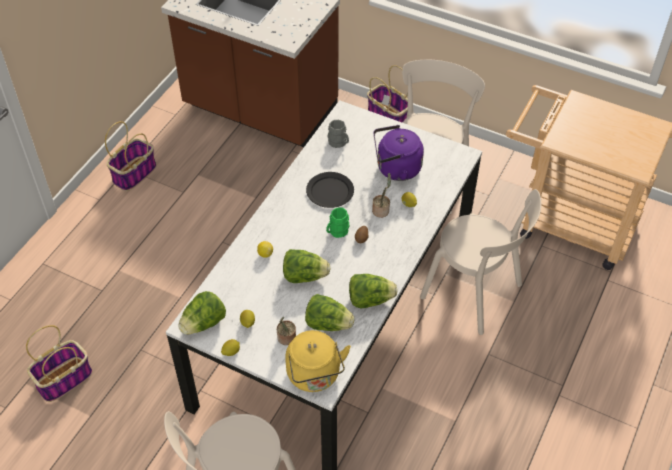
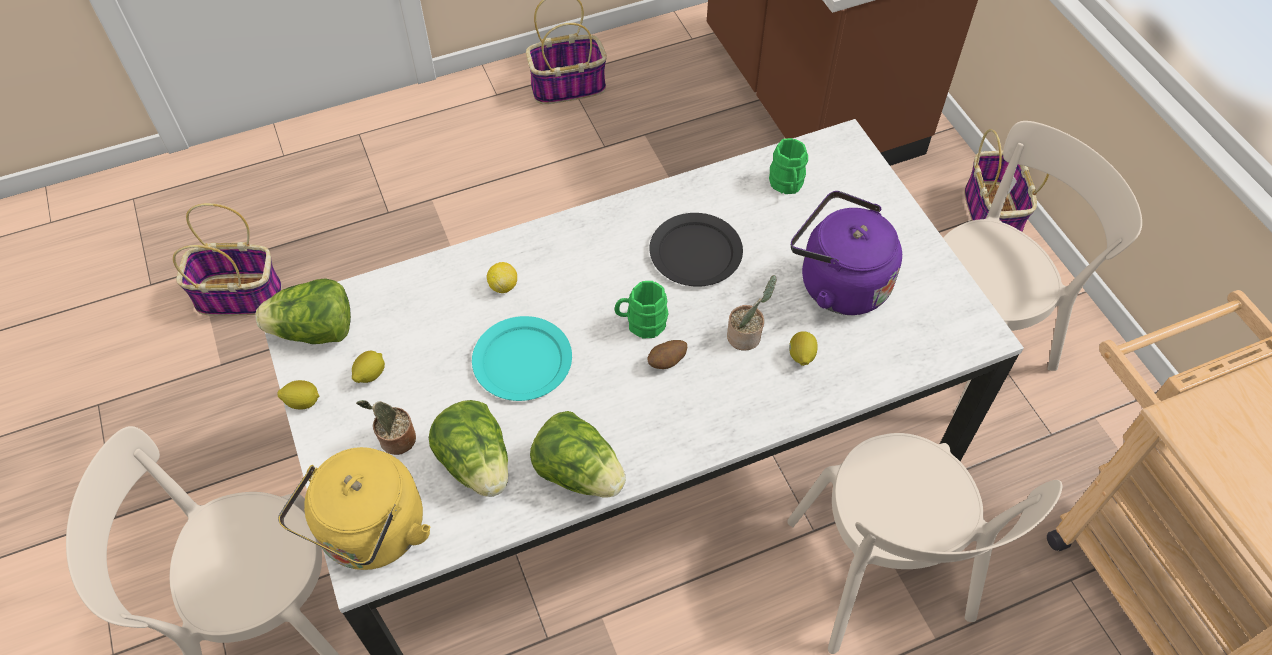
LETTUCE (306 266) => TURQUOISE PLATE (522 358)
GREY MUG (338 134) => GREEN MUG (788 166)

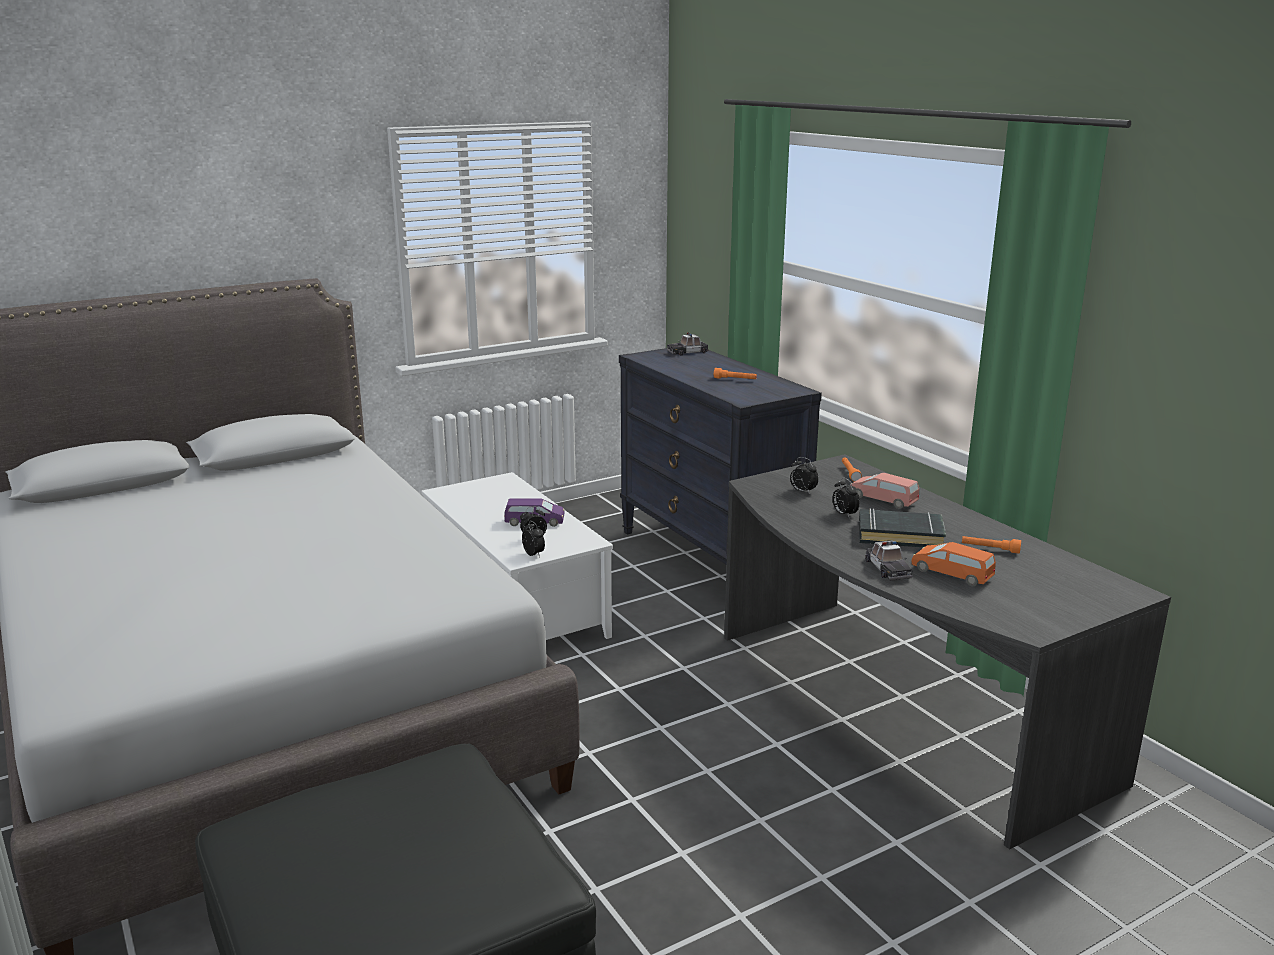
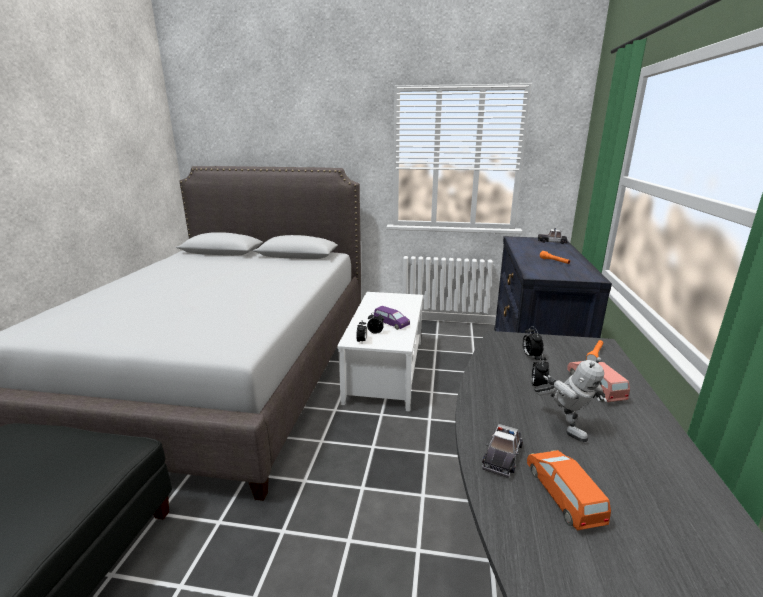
ORANGE FLASHLIGHT (991 544) => nothing
BLACK BOOK (902 527) => TOY ROBOT (570 399)

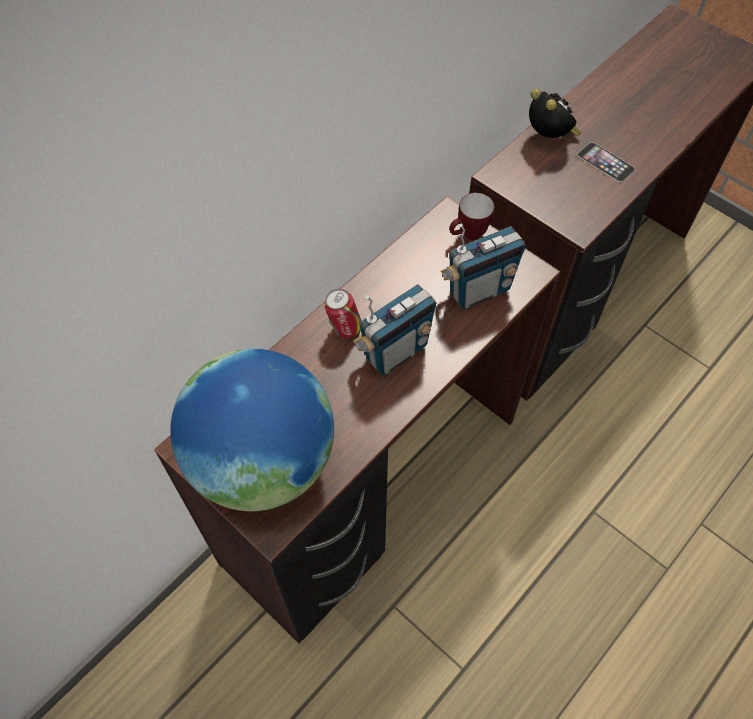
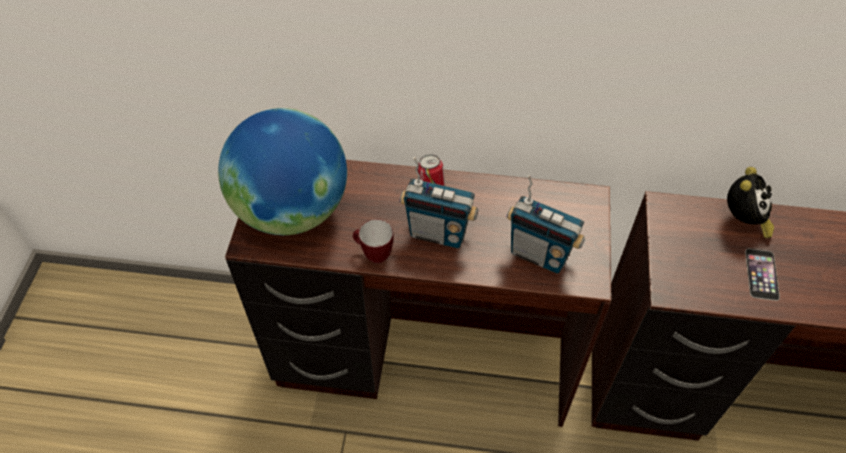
MUG (471 216) => MUG (373 241), moved

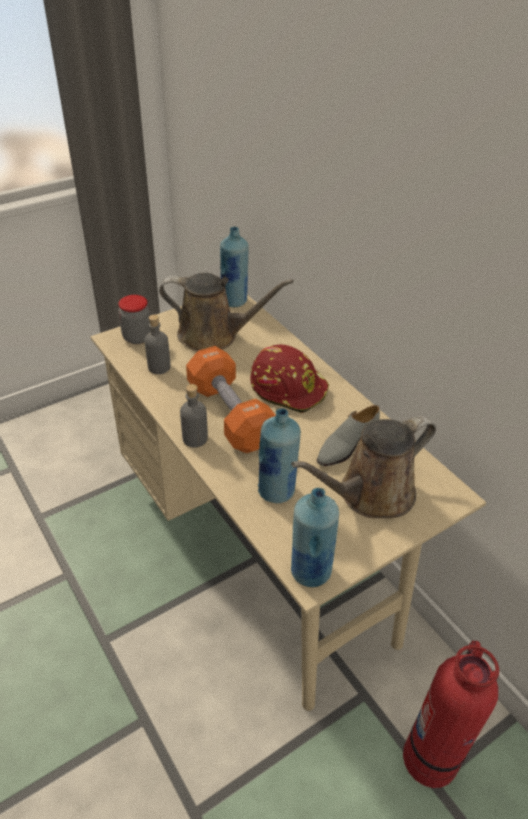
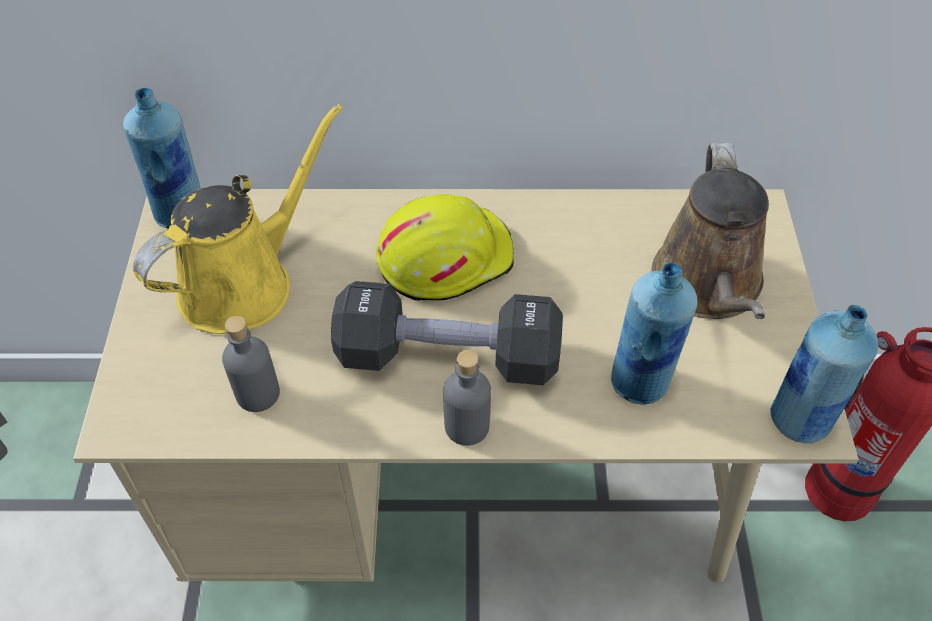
JAR (134 319) => nothing
GREY SHOE (348 435) => nothing
BROWN WATERING CAN (226 312) => YELLOW WATERING CAN (238 219)
ORANGE DUMBBELL (231 399) => BLACK DUMBBELL (447 333)
RED HARD HAT (289 379) => YELLOW HARD HAT (445 247)

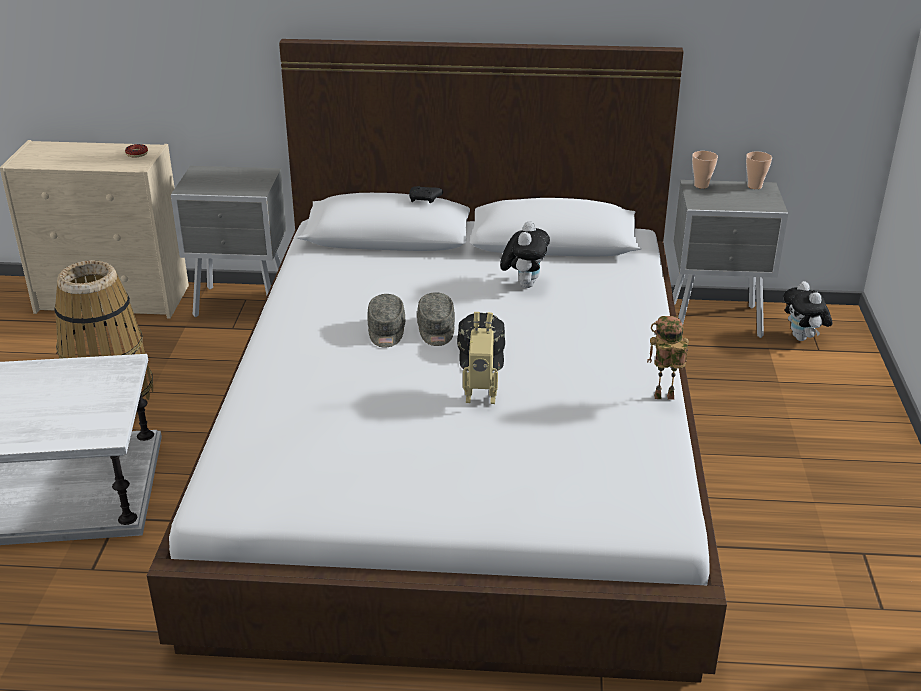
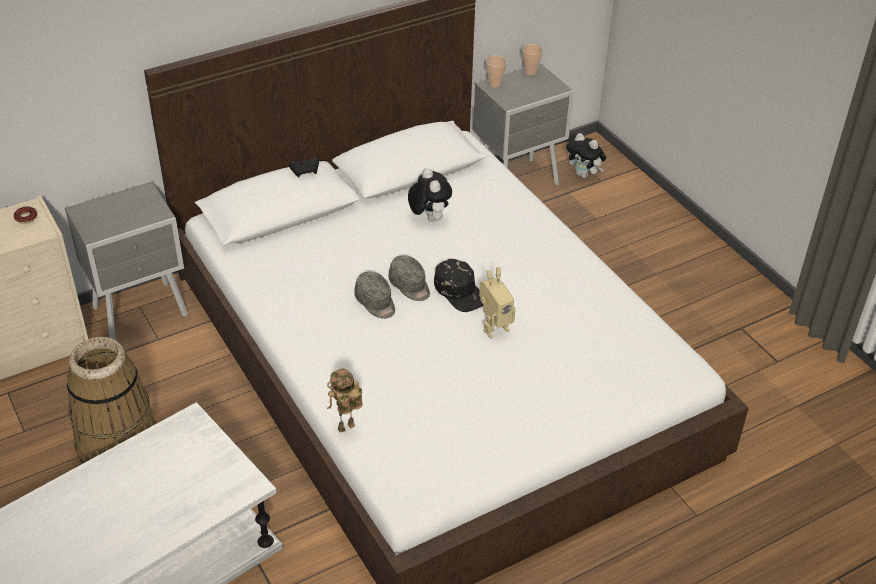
TOY ROBOT (668 358) => TOY ROBOT (345 401), moved

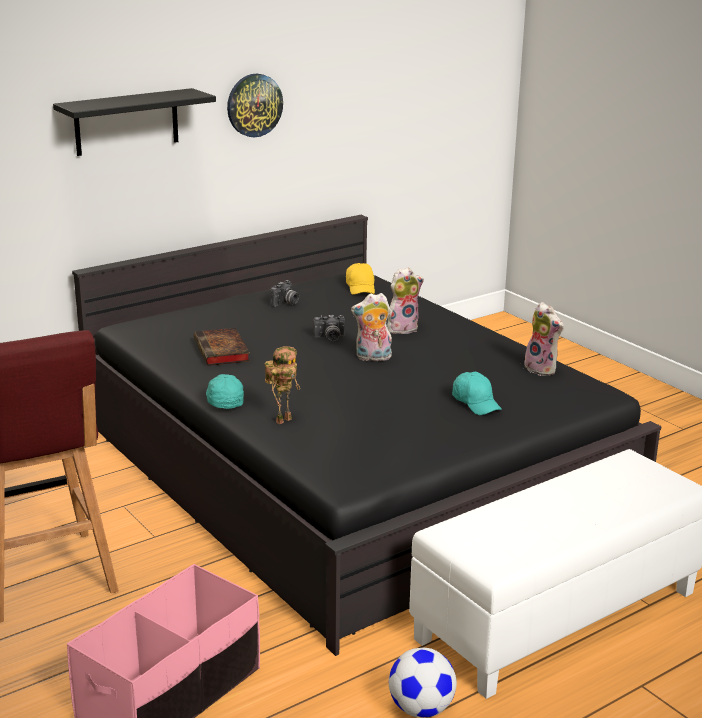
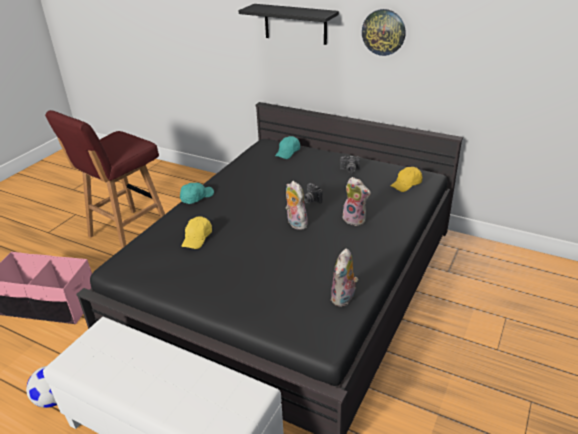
BOOK (222 347) => nothing
TOY ROBOT (282 385) => nothing
nothing => YELLOW CAP (197 232)
TURQUOISE CAP (477 393) => TURQUOISE CAP (287 147), moved

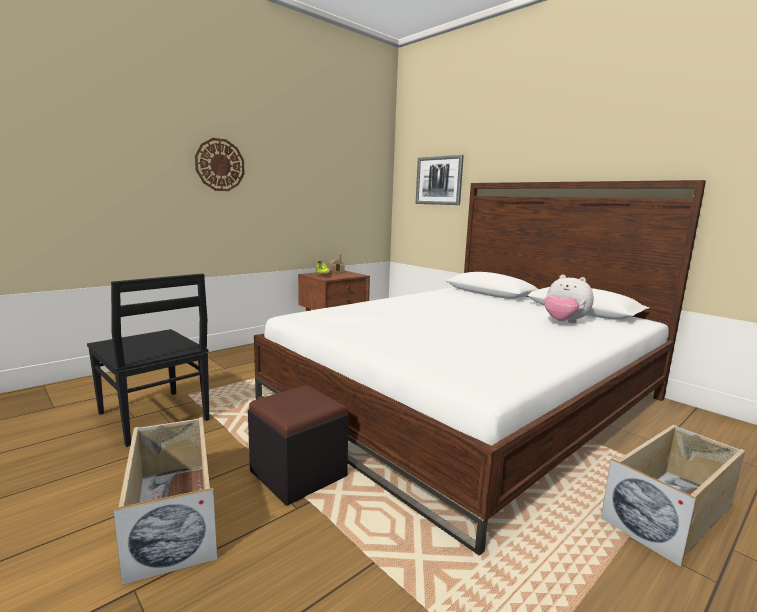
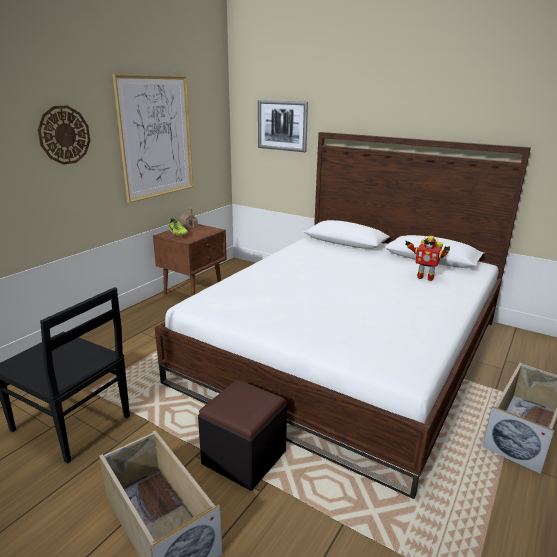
nothing => PICTURE (152 138)
PLUSH TOY (569 299) => TOY ROBOT (427 258)

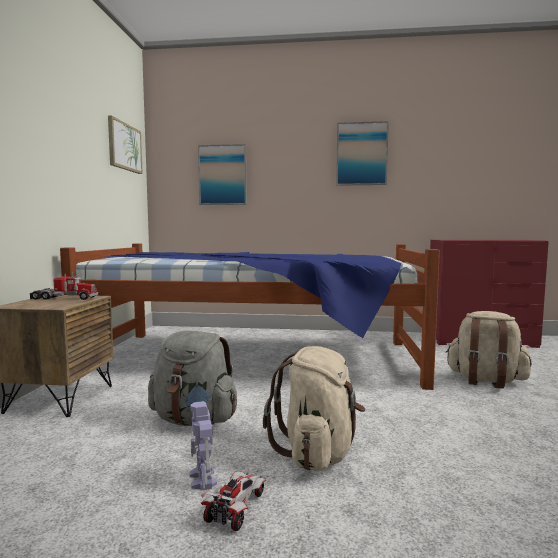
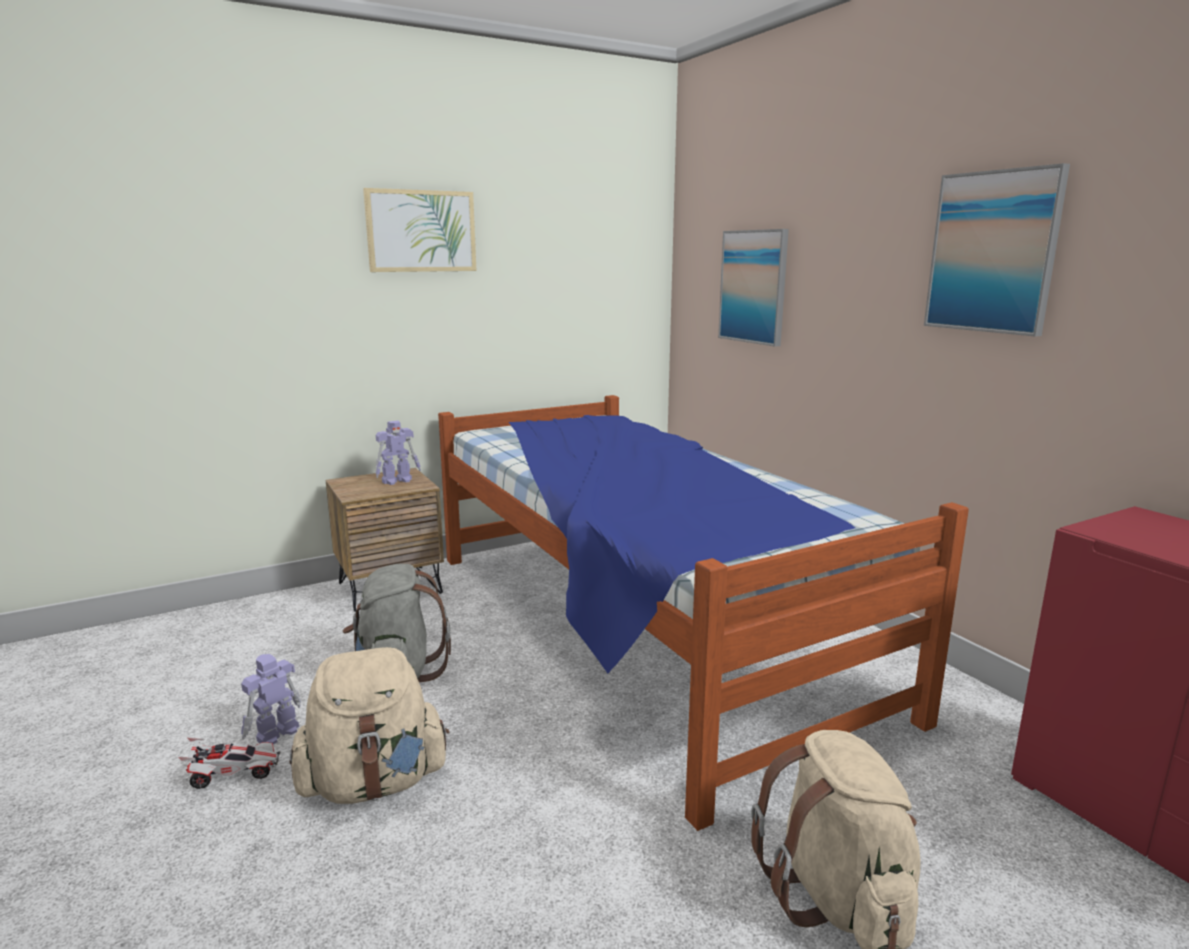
PICTURE (125 144) => PICTURE (420 230), moved
TOY TRUCK (64 286) => TOY ROBOT (398 453)

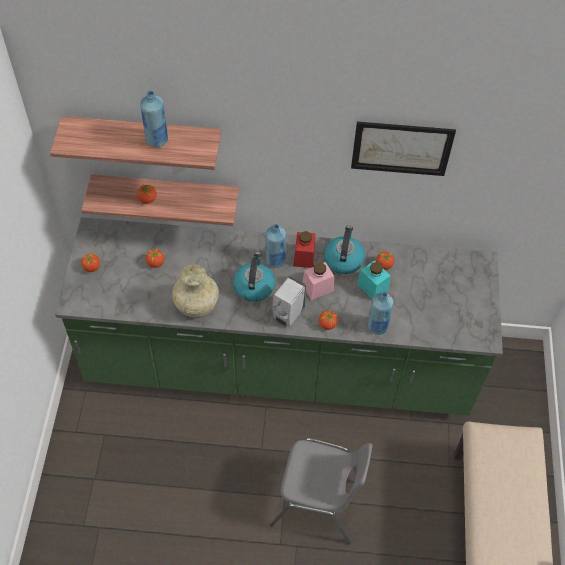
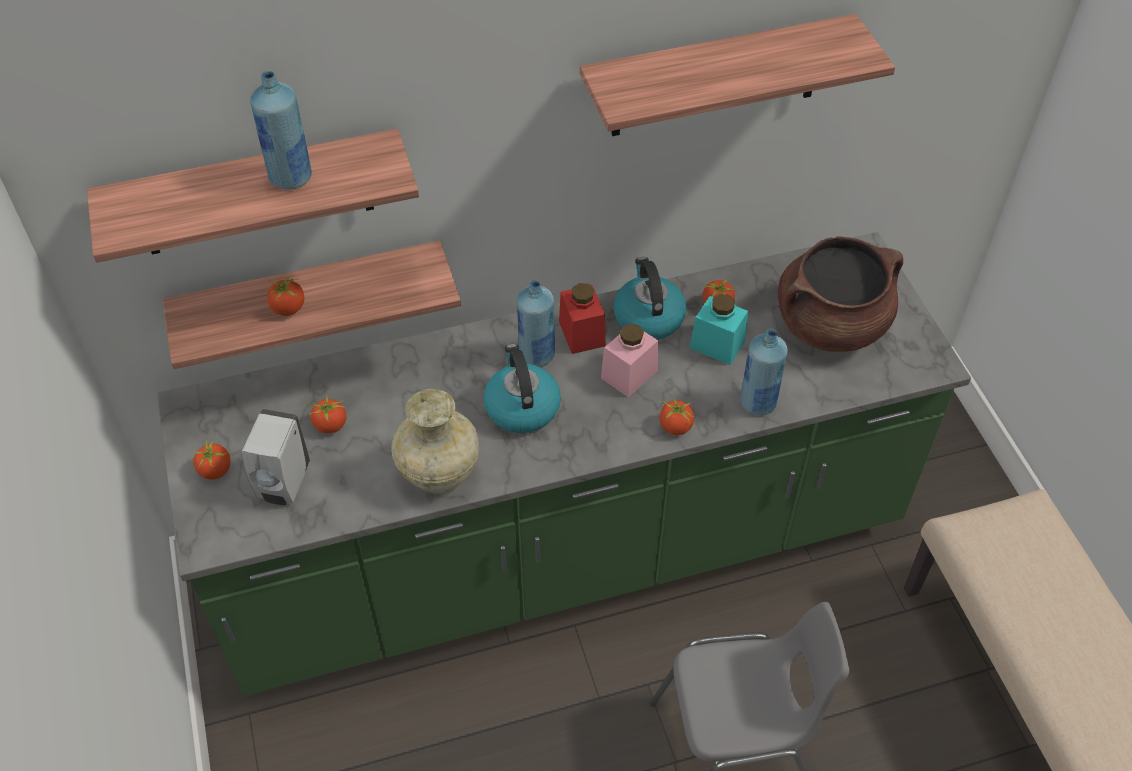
nothing => BROWN COOKING POT (840 294)
WHITE SOAP DISPENSER (289 301) => WHITE SOAP DISPENSER (275 457), moved
PICTURE (403 149) => SHELF (737 75)

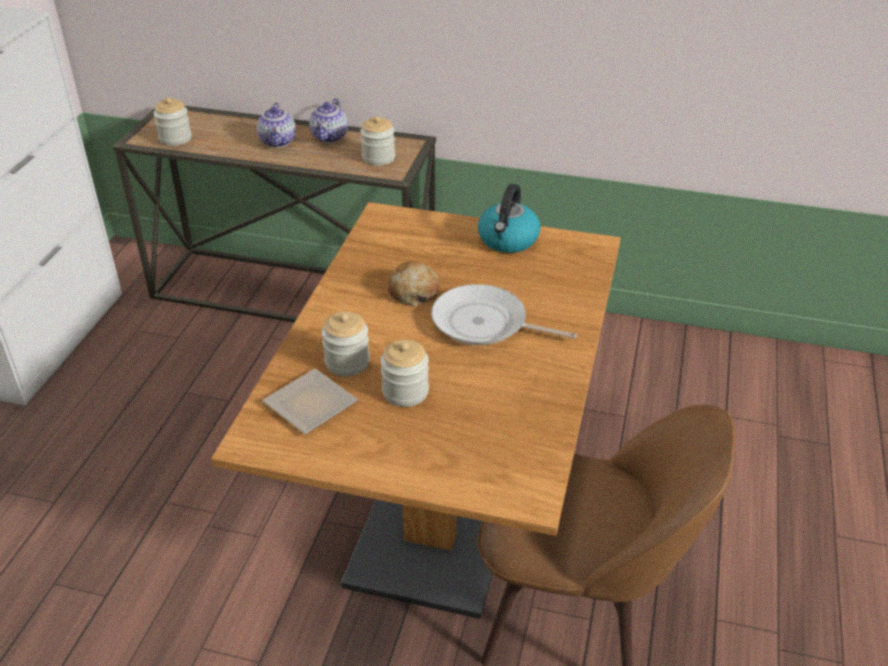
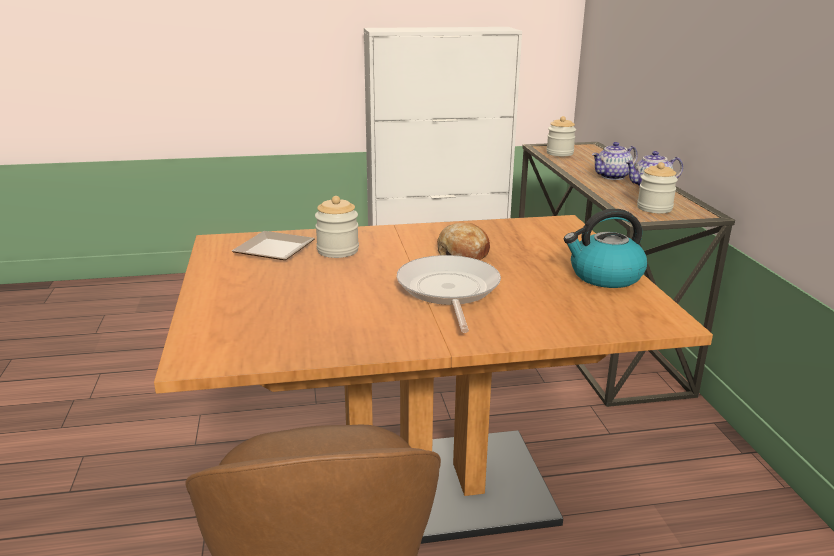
JAR (404 373) => nothing

